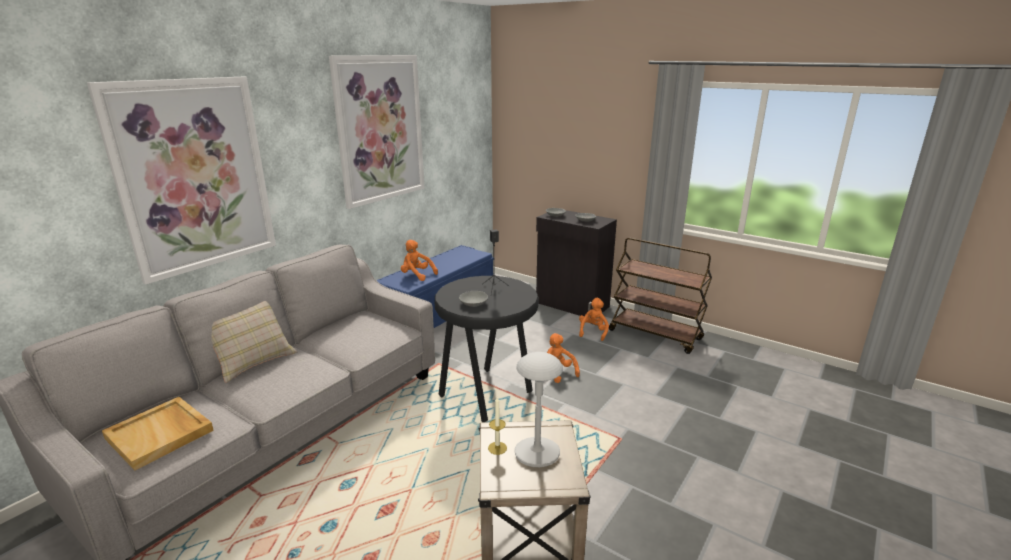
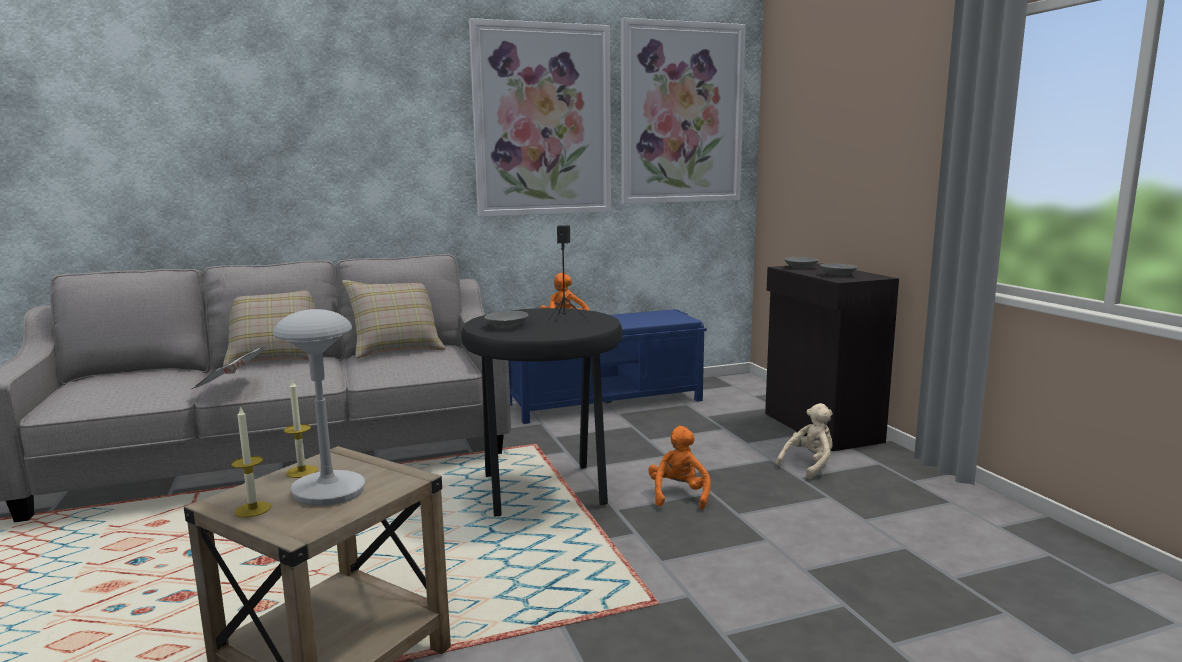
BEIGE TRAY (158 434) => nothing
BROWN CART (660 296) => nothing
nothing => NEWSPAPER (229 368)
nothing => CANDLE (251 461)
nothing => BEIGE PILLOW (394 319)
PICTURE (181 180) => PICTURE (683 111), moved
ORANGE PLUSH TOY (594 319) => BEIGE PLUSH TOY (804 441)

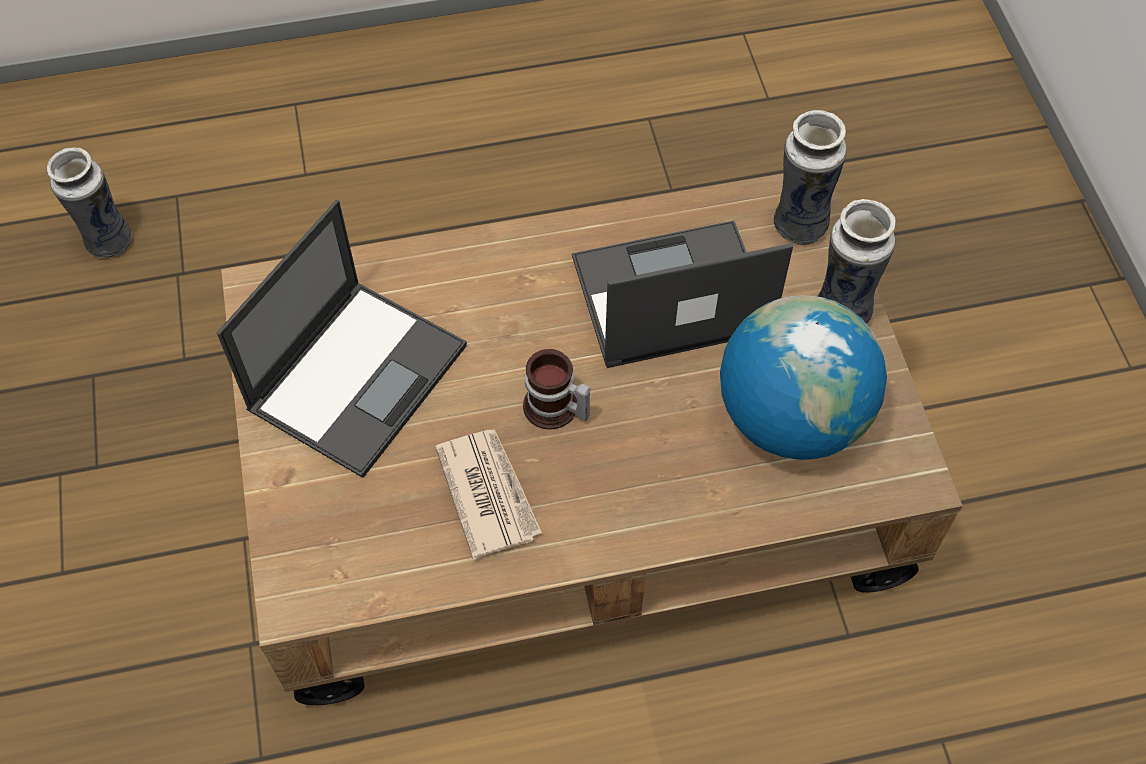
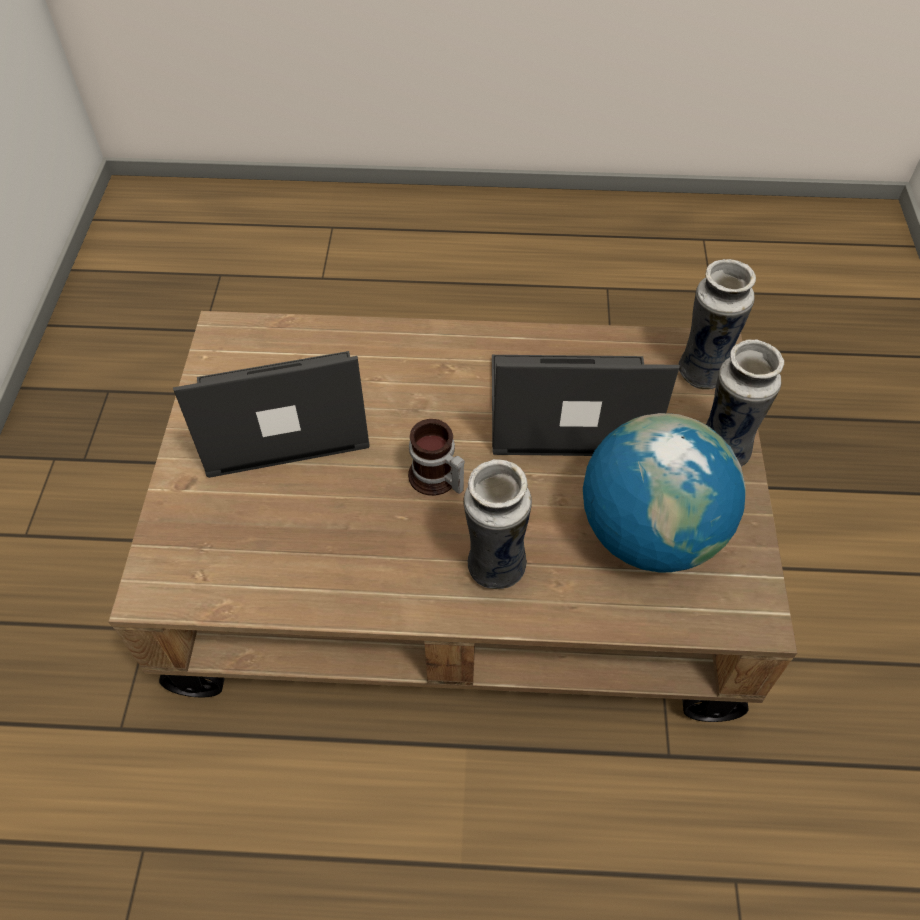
NEWSPAPER (488 494) => nothing
VASE (88 202) => VASE (497 524), moved
LAPTOP (342 339) => LAPTOP (271 414), 150 degrees counterclockwise

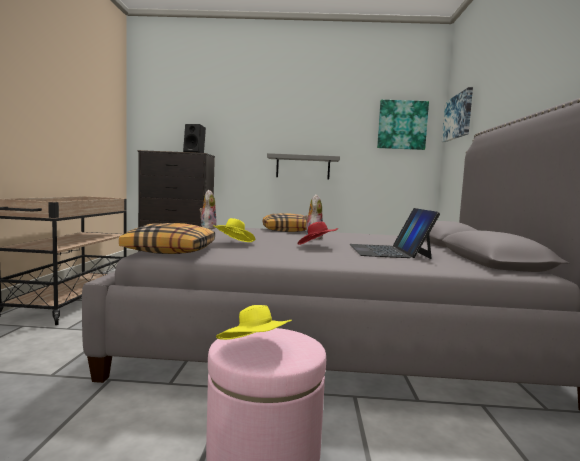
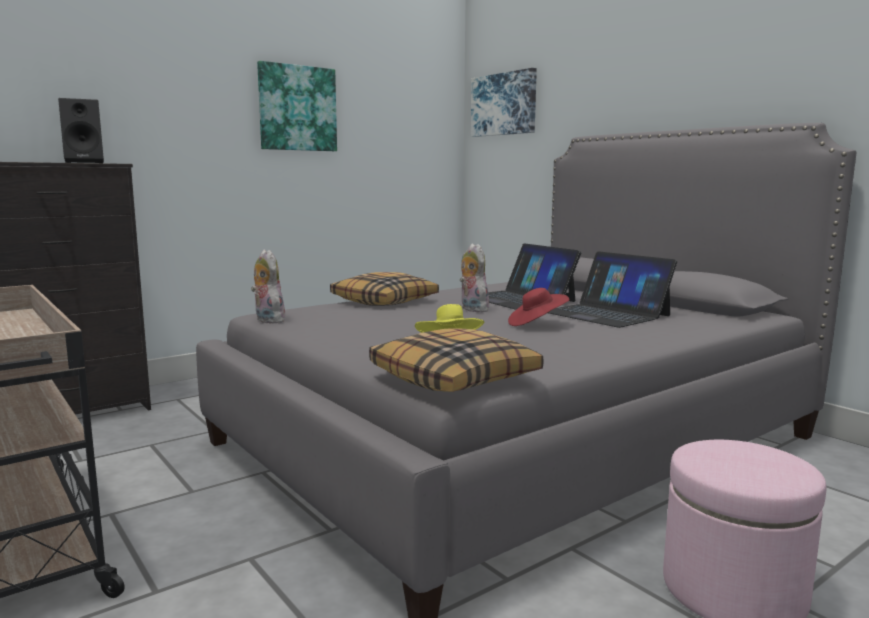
YELLOW HAT (254 322) => nothing
GREY SHELF (303 166) => nothing
nothing => LAPTOP (534 276)
PICTURE (403 125) => PICTURE (297 106), moved

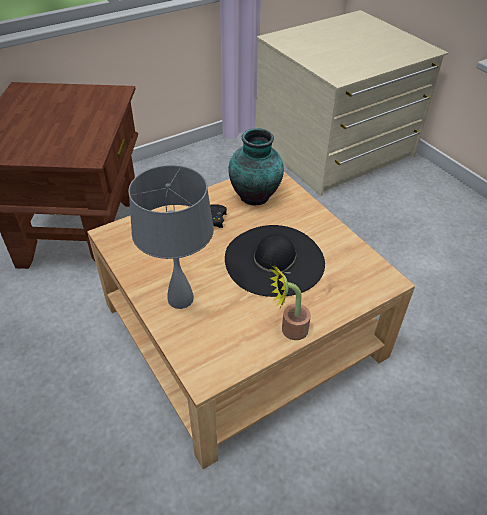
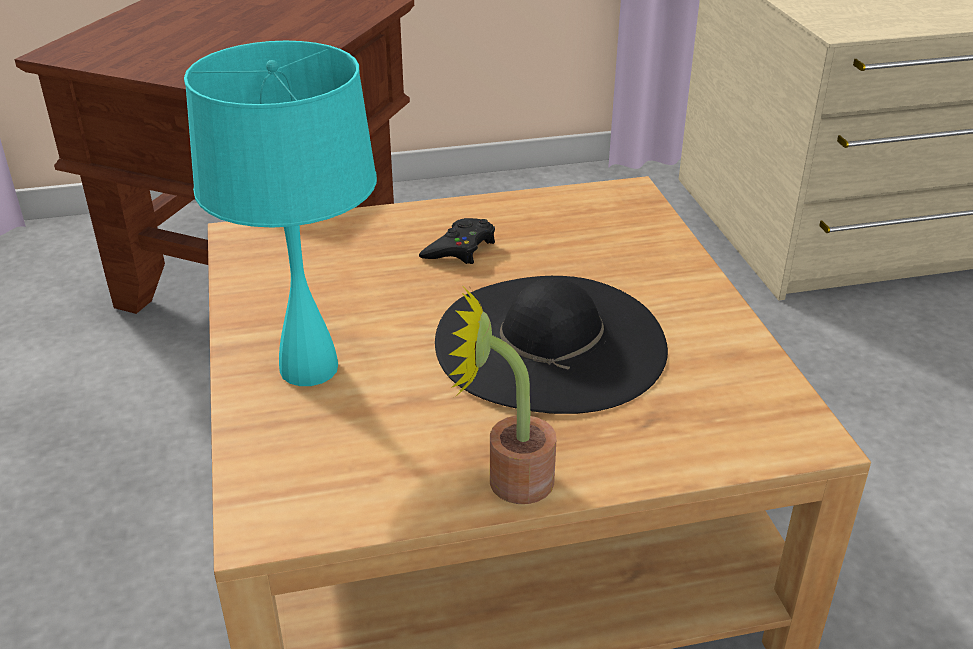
VASE (256 166) => nothing
GREY TABLE LAMP (171 237) => TURQUOISE TABLE LAMP (280 213)

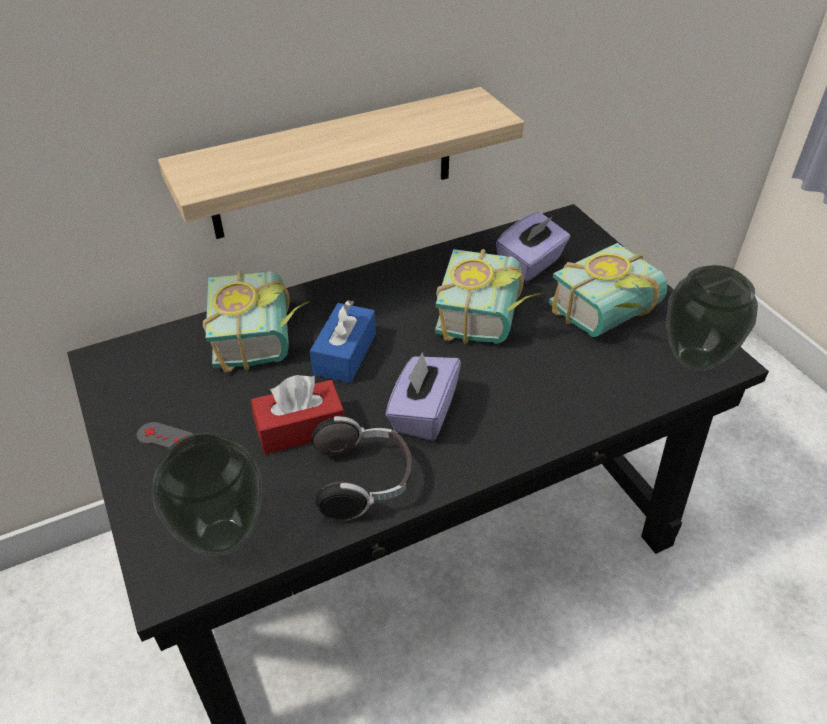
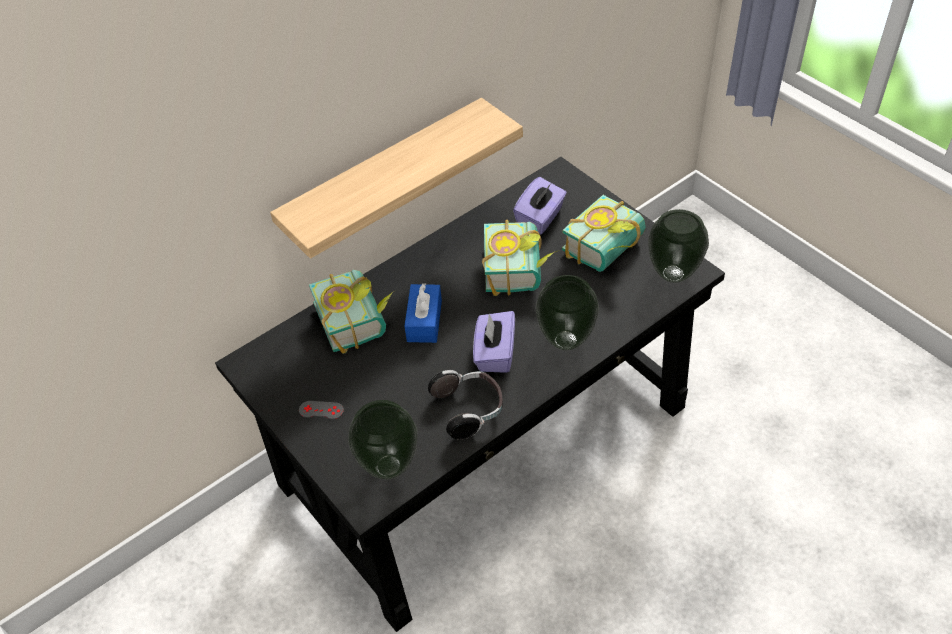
RED TISSUE BOX (298 414) => nothing
nothing => VASE (567 312)

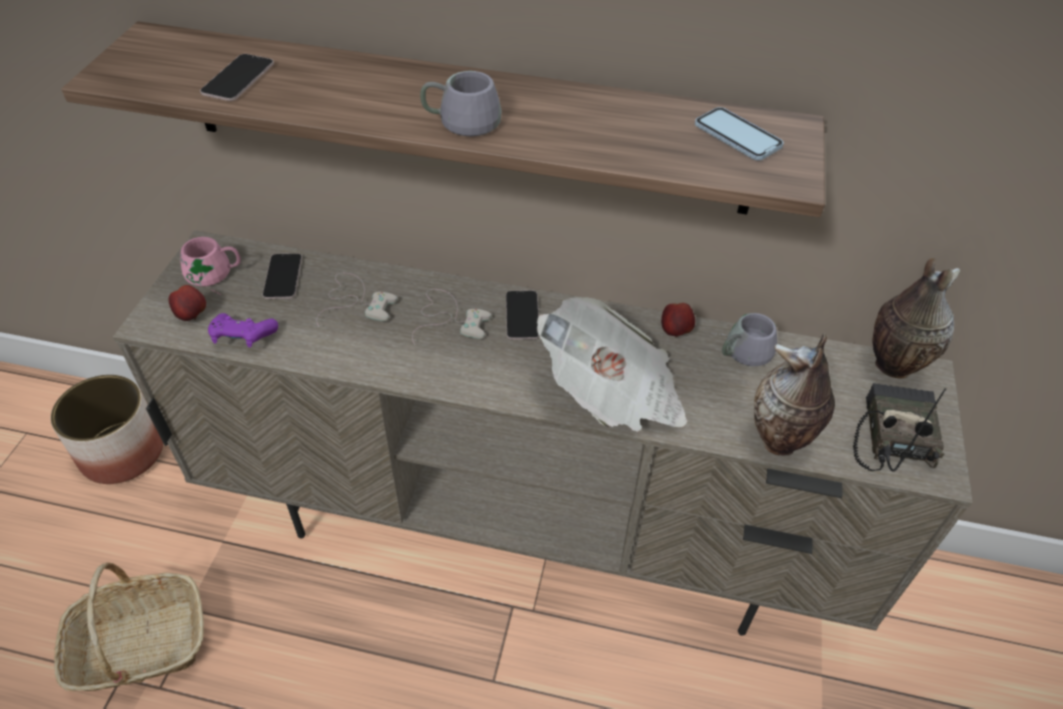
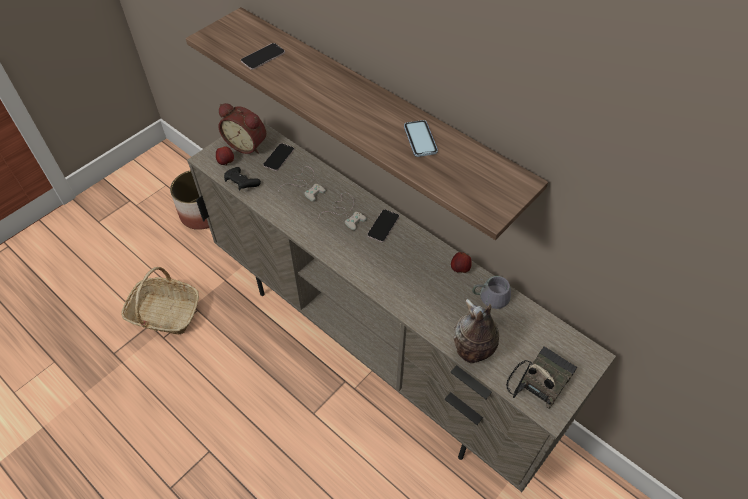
GREY MUG (461 103) => nothing
NEWSPAPER (612 364) => nothing
VASE (916 318) => nothing
PHONE (739 134) => PHONE (421 138), moved
PINK MUG (210 266) => ALARM CLOCK (242 128)
PURPLE GAME CONTROLLER (243 330) => BLACK GAME CONTROLLER (242 178)

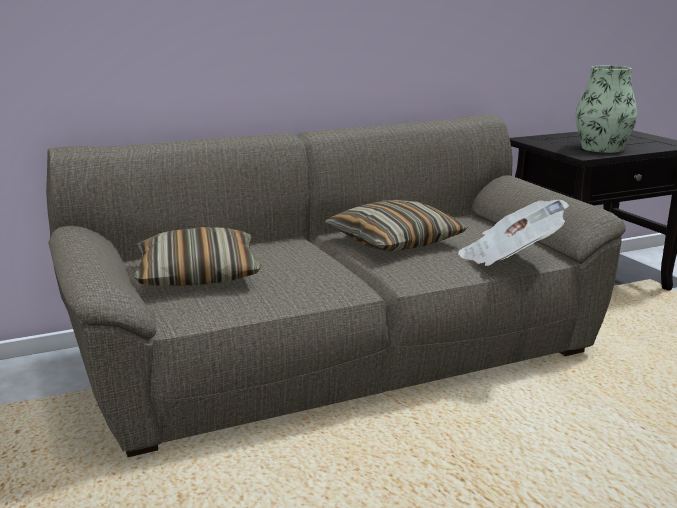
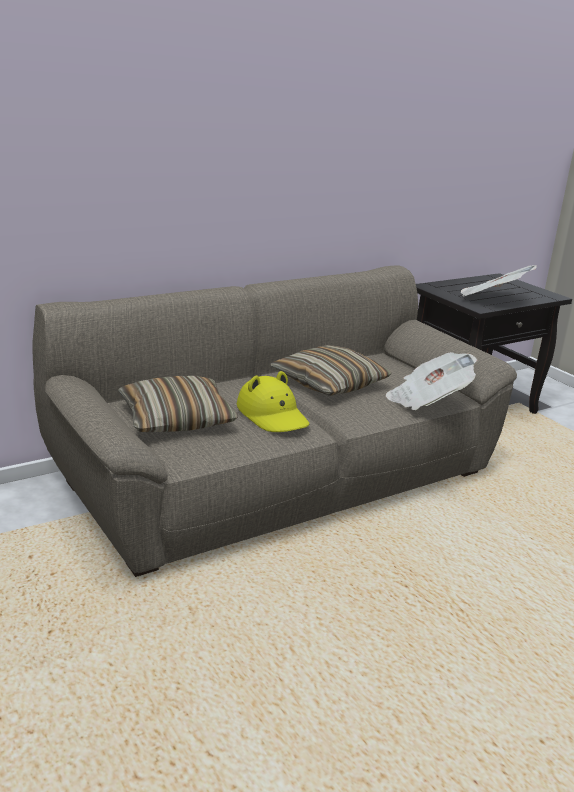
nothing => YELLOW HAT (273 401)
VASE (606 109) => NEWSPAPER (499 281)

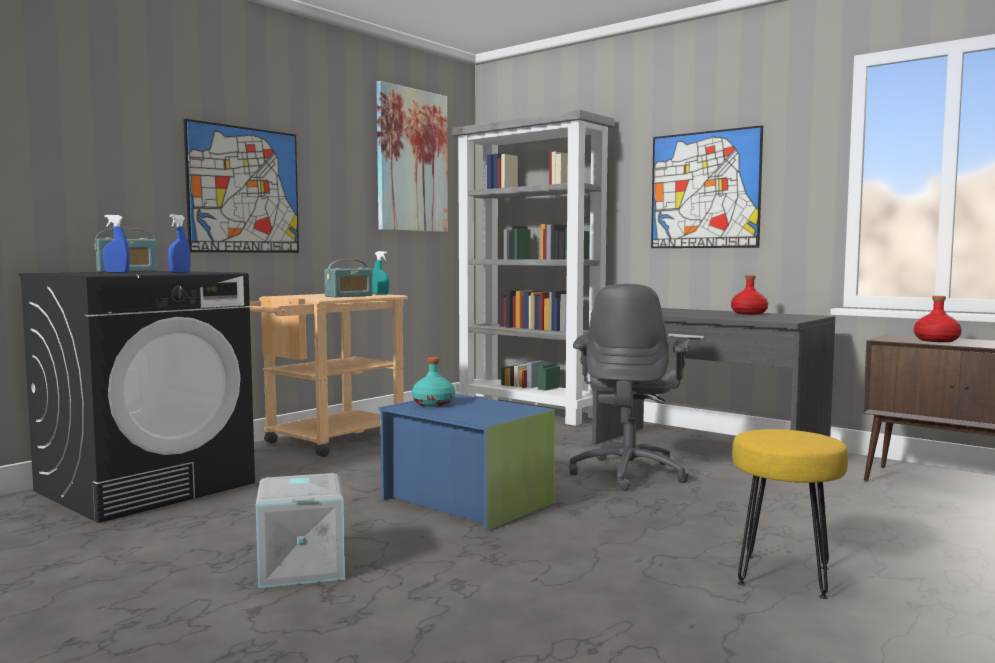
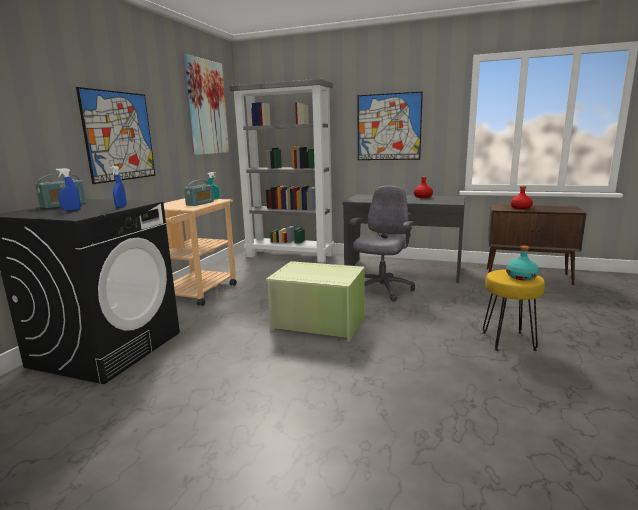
GREY STORAGE BOX (300 530) => nothing
TURQUOISE BOTTLE (433 382) => TURQUOISE BOTTLE (522 262), moved
BLUE STORAGE BOX (467 462) => GREEN STORAGE BOX (315 301)
GREY OFFICE CHAIR (629 387) => GREY OFFICE CHAIR (383 244), 150 degrees counterclockwise

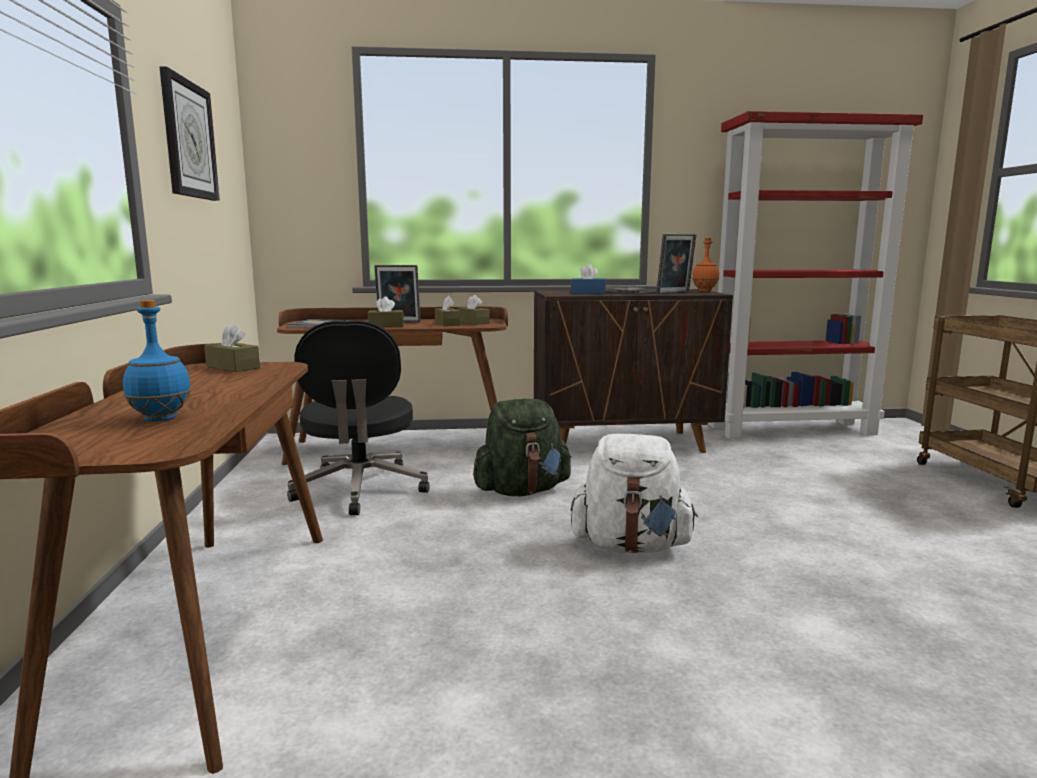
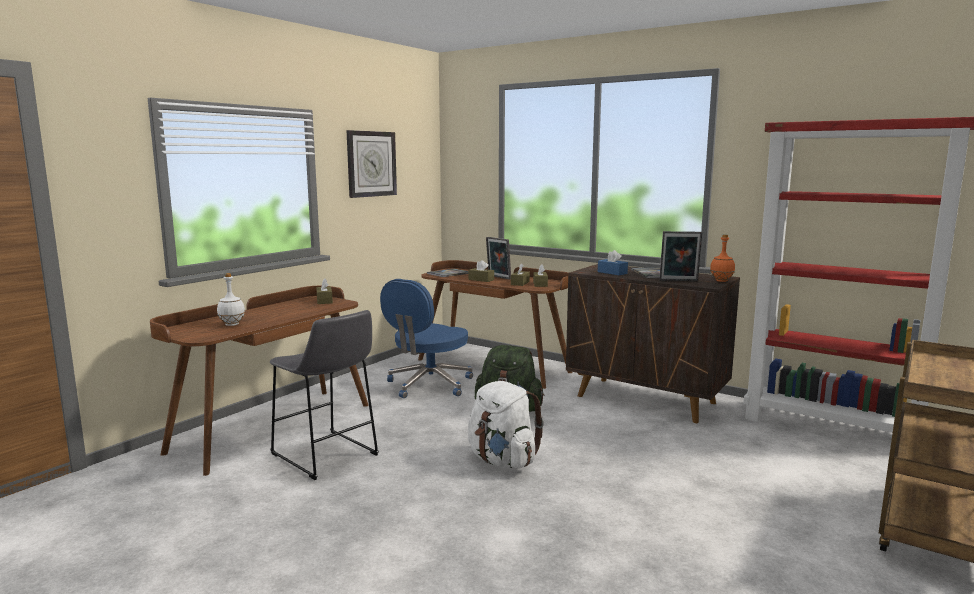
nothing => GREY STOOL (324 395)
BLUE BOTTLE (157 361) => WHITE BOTTLE (231 299)
BLACK OFFICE CHAIR (358 417) => BLUE OFFICE CHAIR (426 338)

